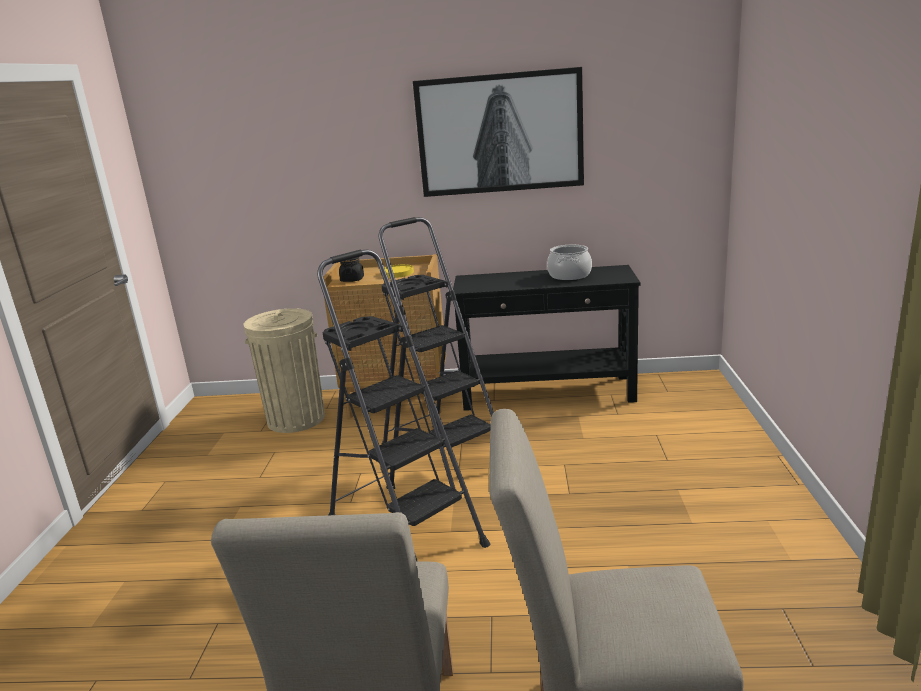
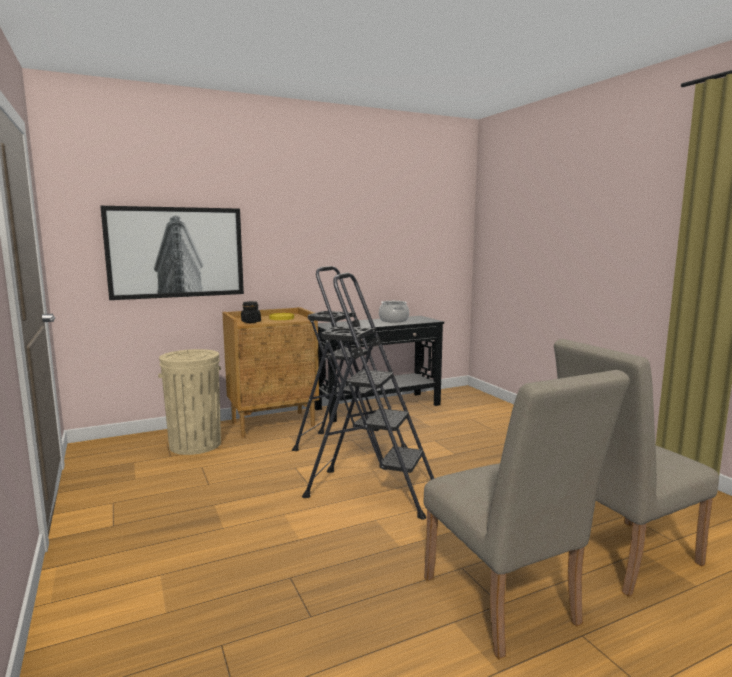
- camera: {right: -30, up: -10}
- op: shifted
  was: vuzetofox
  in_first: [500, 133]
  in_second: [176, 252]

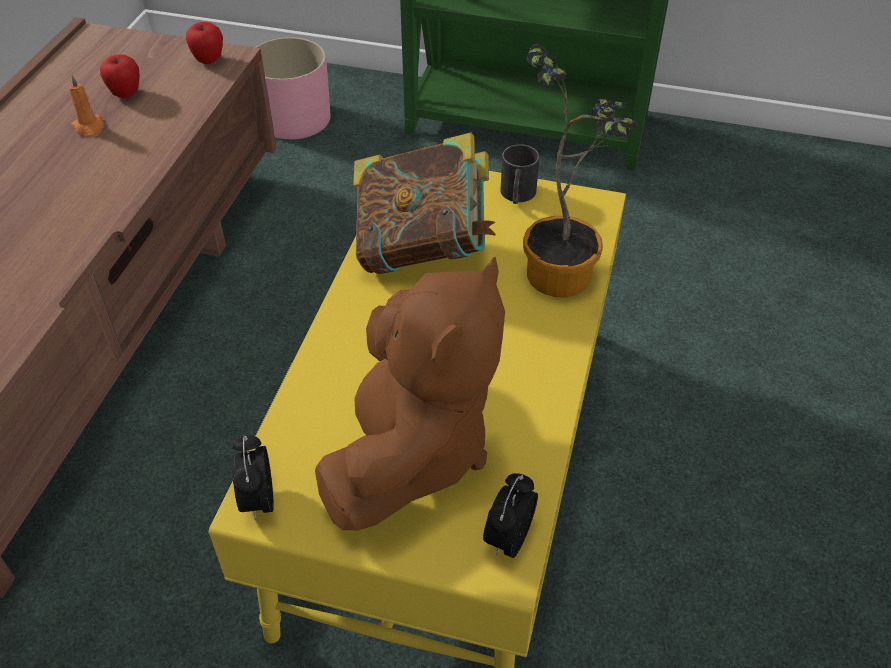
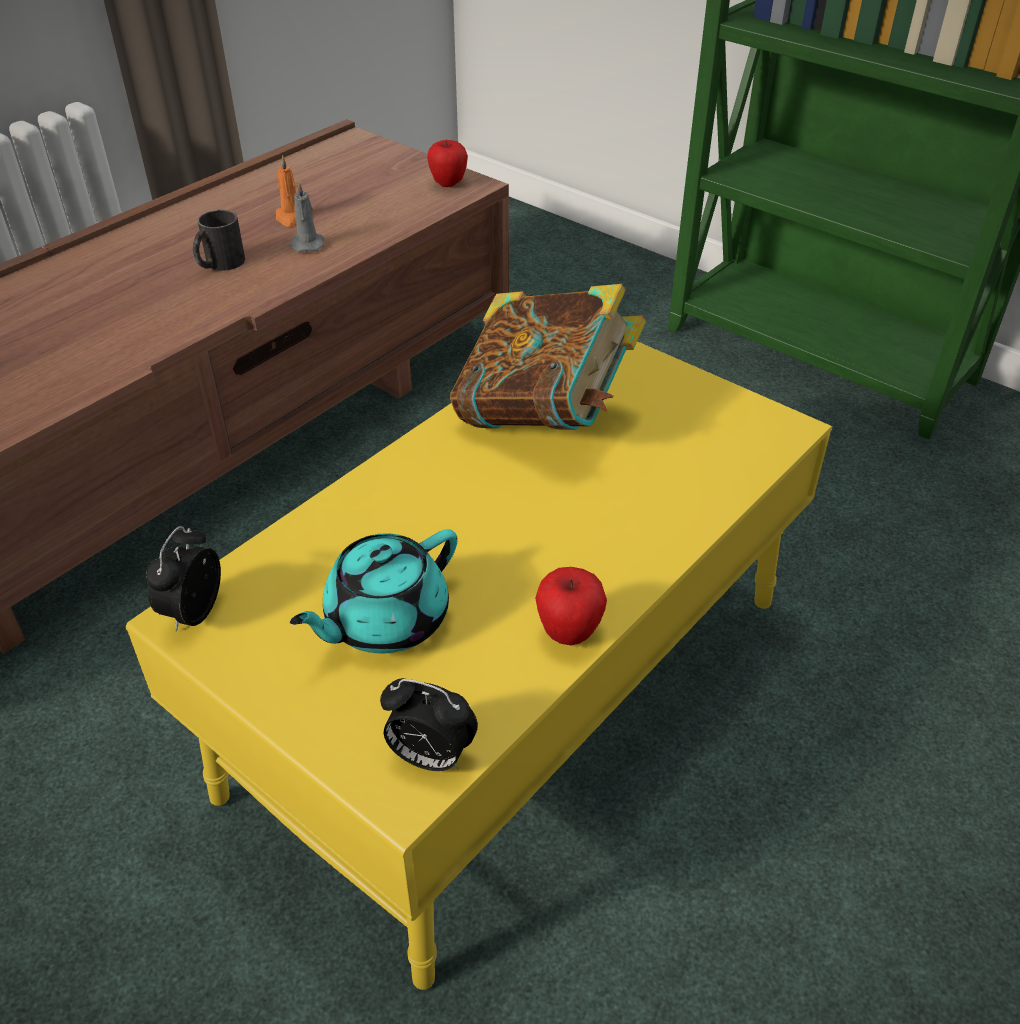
- camera: {right: 25, up: -5}
- op: gone
  was: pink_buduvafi
  in_first: [293, 118]
- op: gone
  was: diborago
  in_first: [565, 270]
- op: shifted
  was: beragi
  in_first: [126, 94]
  in_second: [569, 632]
- op: shifted
  was: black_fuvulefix
  in_first: [517, 195]
  in_second: [219, 264]
- op: swapped
  was: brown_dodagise
  now: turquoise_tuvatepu
  in_first: [410, 451]
  in_second: [384, 620]
- op: rotated
  was: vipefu
  in_first: [508, 538]
  in_second: [429, 757]
  clockwise: -120
- op: new
  now: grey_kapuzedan
  in_second: [308, 244]

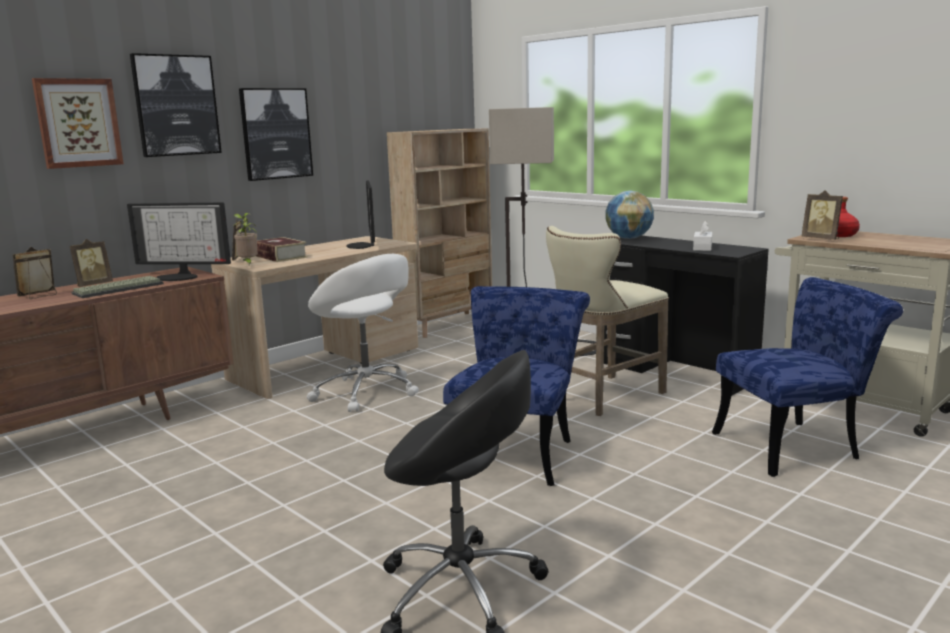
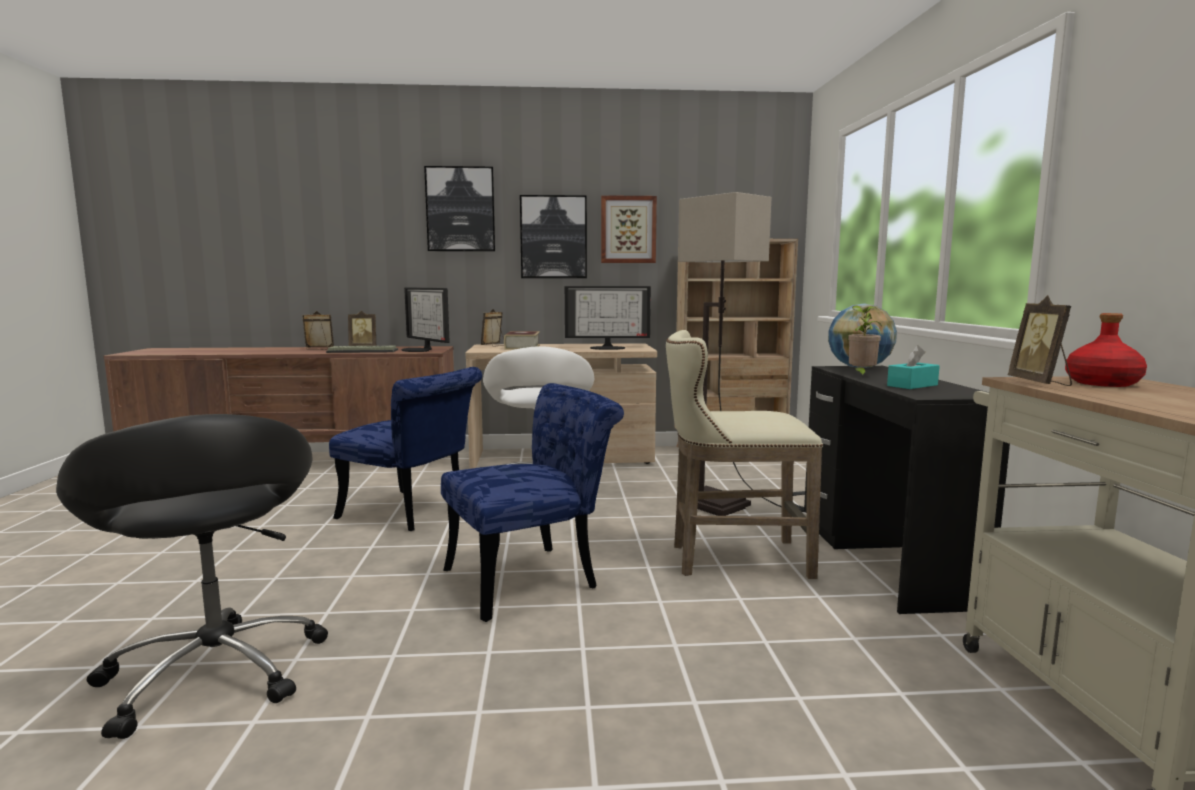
- camera: {right: 40, up: -5}
- op: shifted
  was: vuzetofox
  in_first: [78, 123]
  in_second: [628, 229]
- op: rotated
  was: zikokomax
  in_first: [363, 245]
  in_second: [608, 348]
  clockwise: -120
- op: shifted
  was: diborago
  in_first: [248, 263]
  in_second: [861, 375]
- op: repainted
  was: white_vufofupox
  now: turquoise_vufofupox
  in_first: [702, 248]
  in_second: [912, 385]
- op: shifted
  was: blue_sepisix
  in_first: [796, 446]
  in_second: [413, 513]

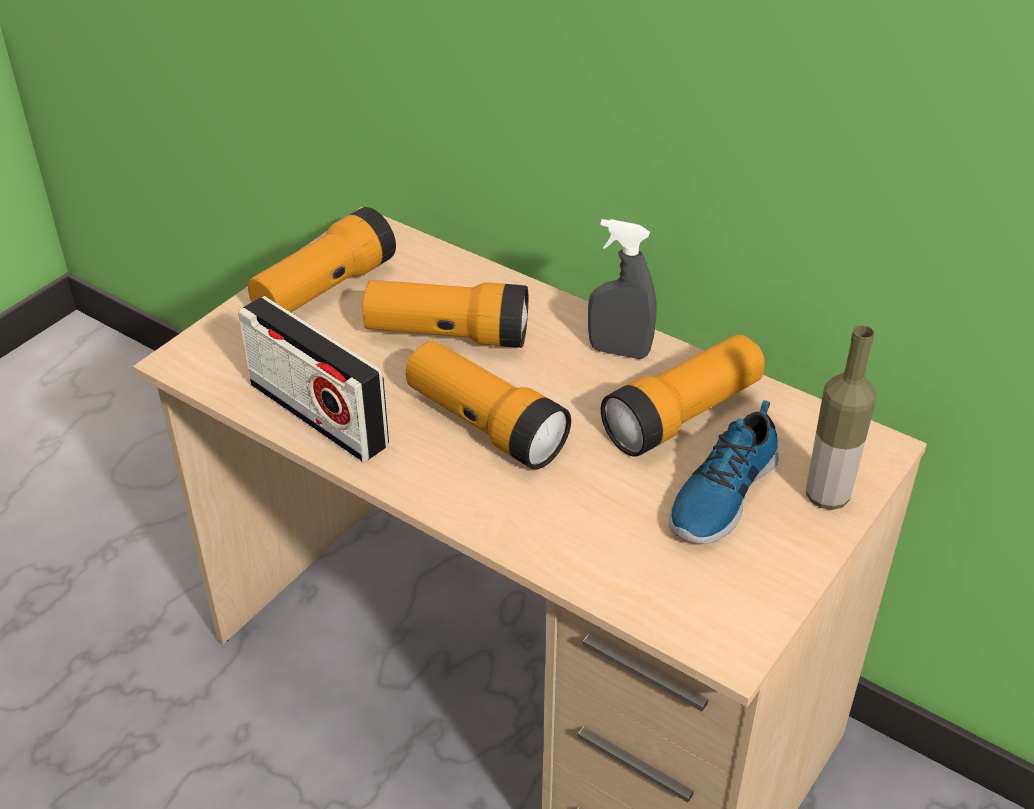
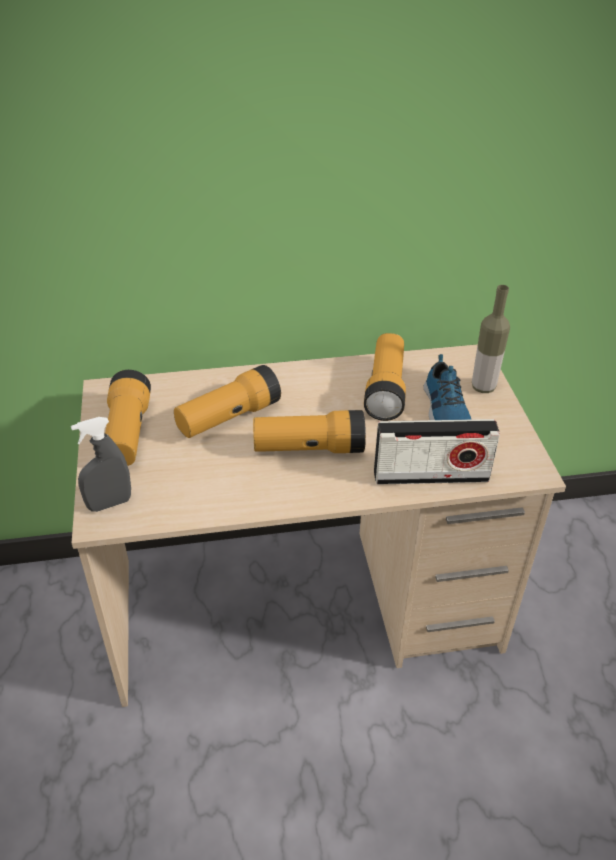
- camera: {right: -45, up: 0}
- op: shifted
  was: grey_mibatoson
  in_first: [619, 351]
  in_second: [109, 504]
- op: shifted
  was: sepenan
  in_first: [318, 415]
  in_second: [431, 475]

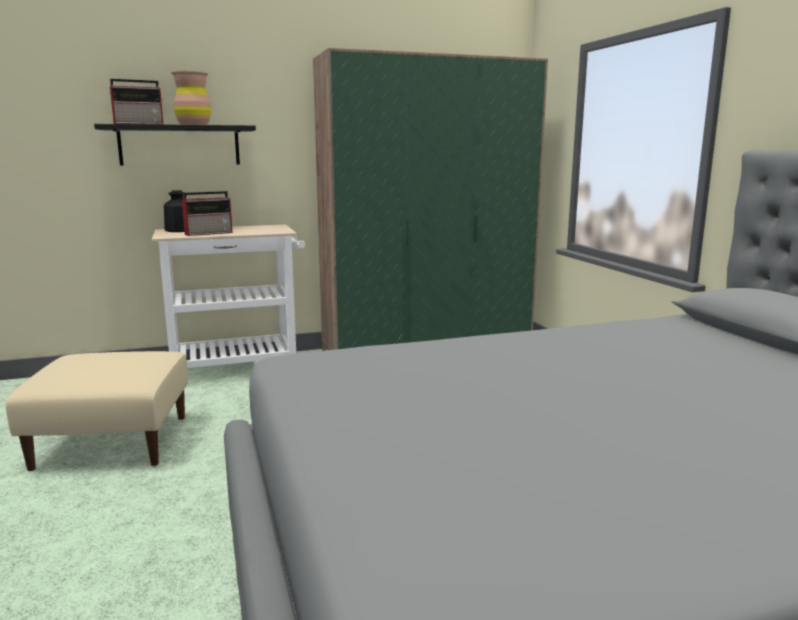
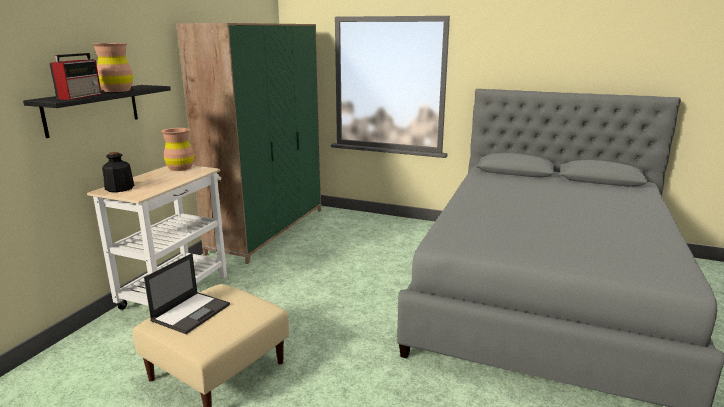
- camera: {right: -50, up: 5}
- op: gone
  was: sepenan
  in_first: [209, 233]
- op: new
  now: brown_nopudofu
  in_second: [180, 168]
- op: new
  now: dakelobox
  in_second: [191, 312]

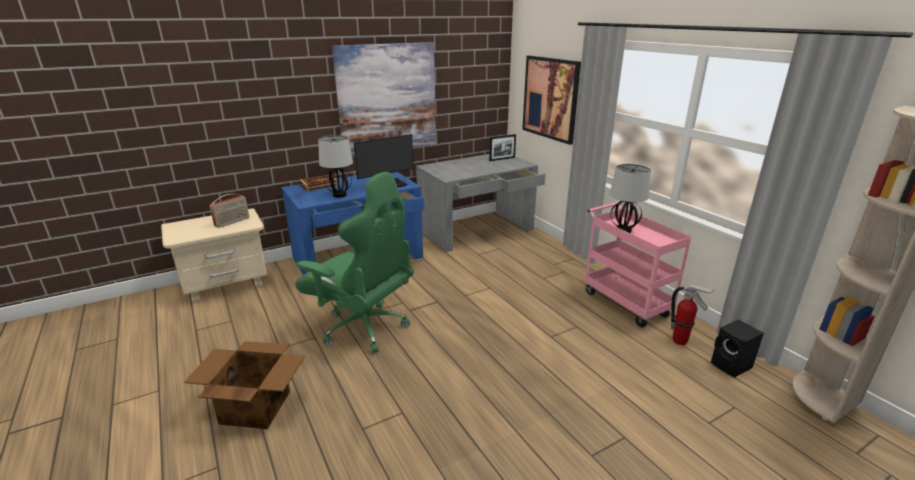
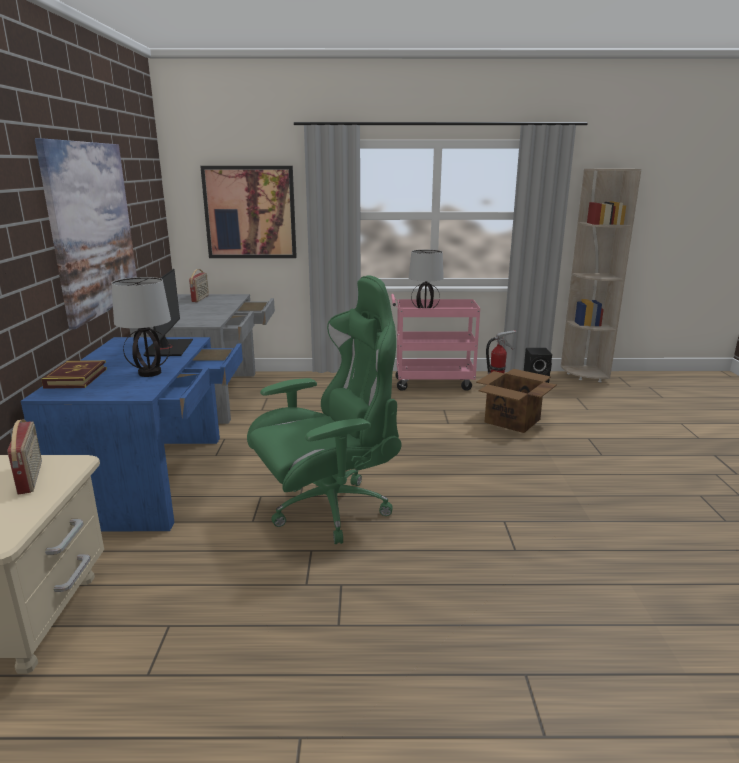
- camera: {right: -60, up: -5}
- op: swapped
  was: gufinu
  now: sepenan
  in_first: [502, 159]
  in_second: [200, 298]
- op: shifted
  was: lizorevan
  in_first: [255, 407]
  in_second: [511, 421]

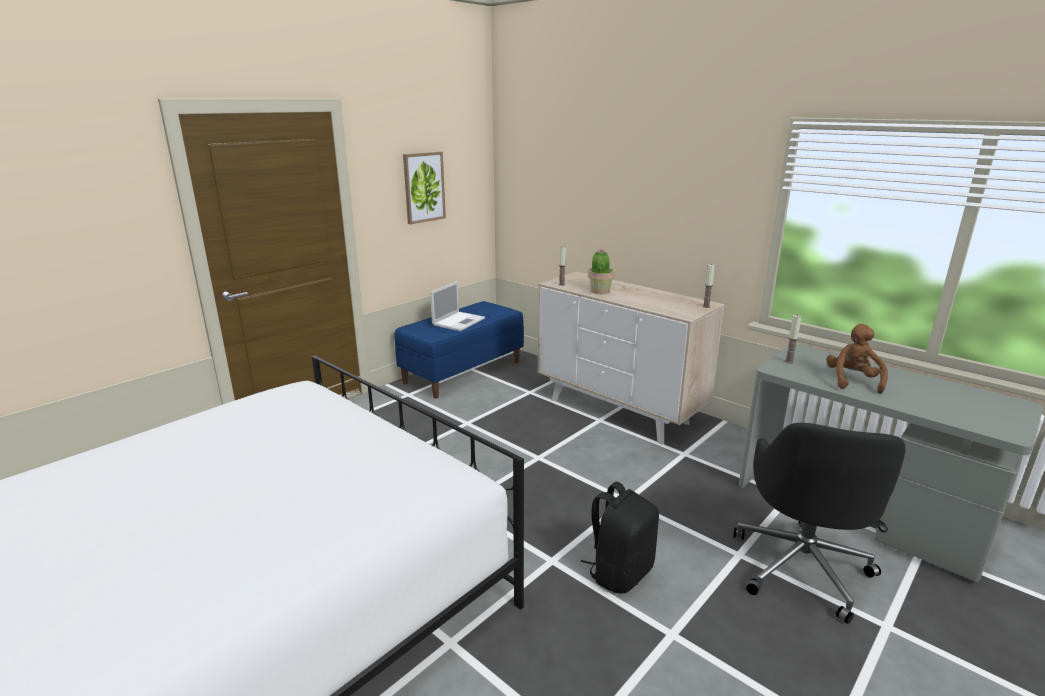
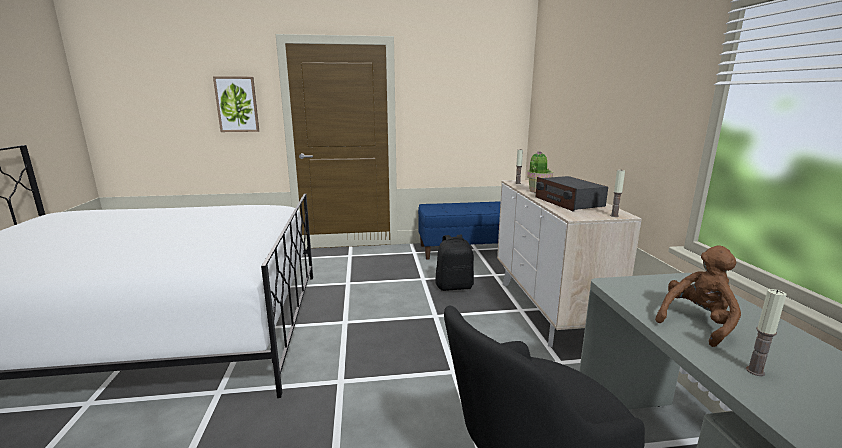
- camera: {right: 40, up: -5}
- op: shifted
  was: vuzetofox
  in_first: [424, 187]
  in_second: [237, 104]
- op: gone
  was: dakelobox
  in_first: [459, 321]
- op: shifted
  was: kapuzedan
  in_first: [789, 362]
  in_second: [755, 371]
- op: shifted
  was: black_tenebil
  in_first: [620, 572]
  in_second: [454, 286]
- op: new
  now: sepenan
  in_second: [568, 202]

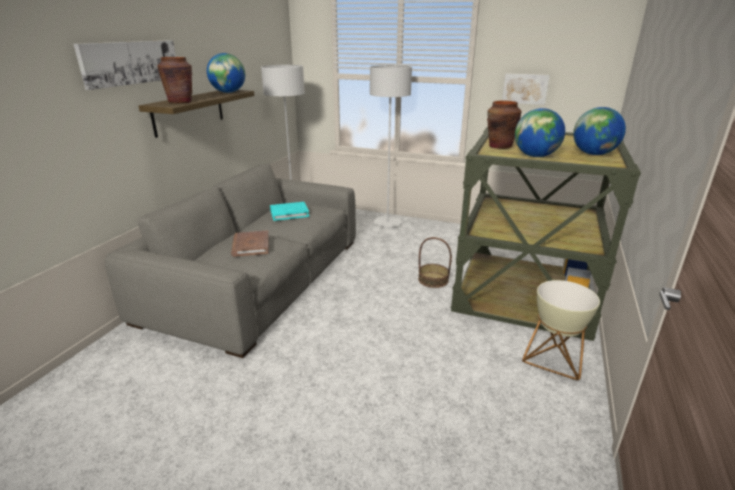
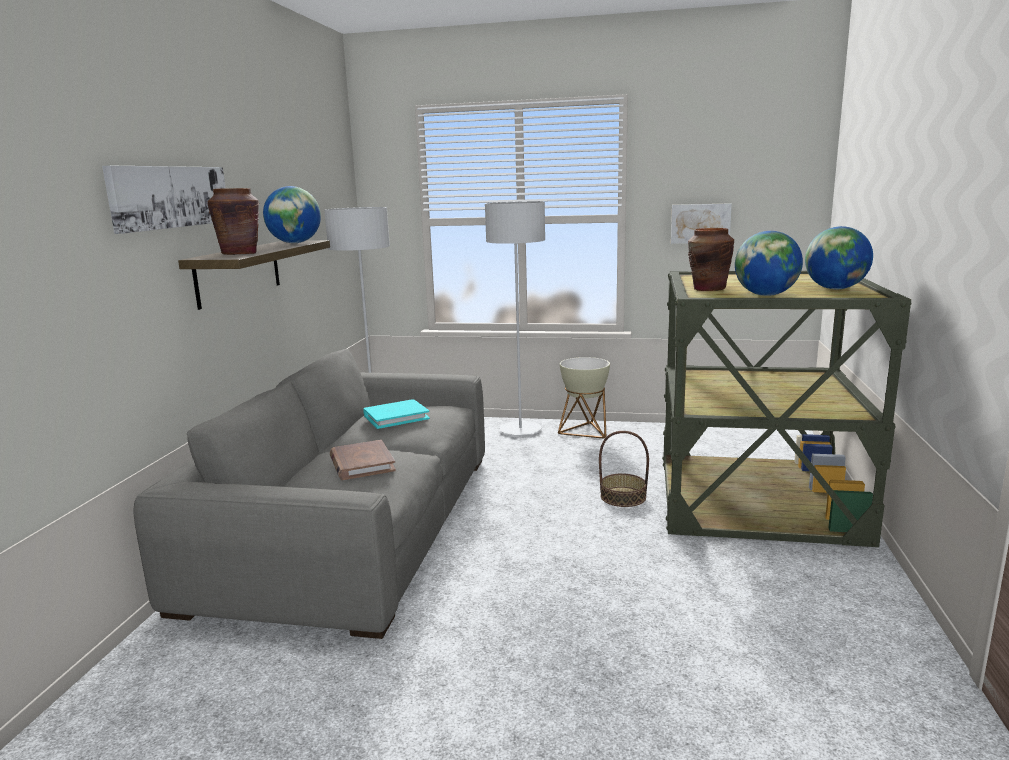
- camera: {right: -10, up: -10}
- op: shifted
  was: buduvafi
  in_first: [553, 361]
  in_second: [585, 431]

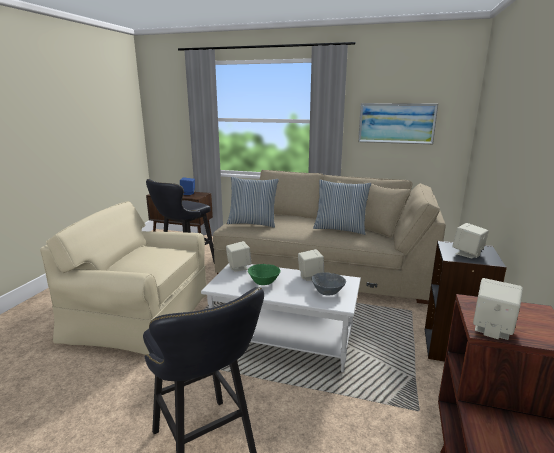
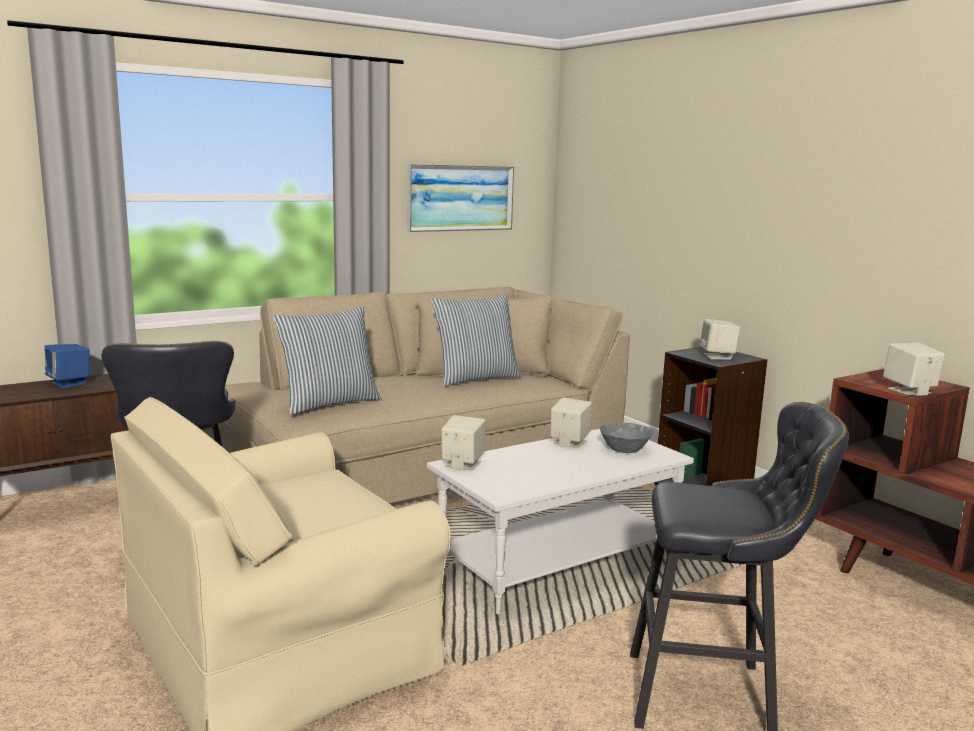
- camera: {right: -50, up: -5}
- op: gone
  was: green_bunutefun
  in_first: [264, 282]

